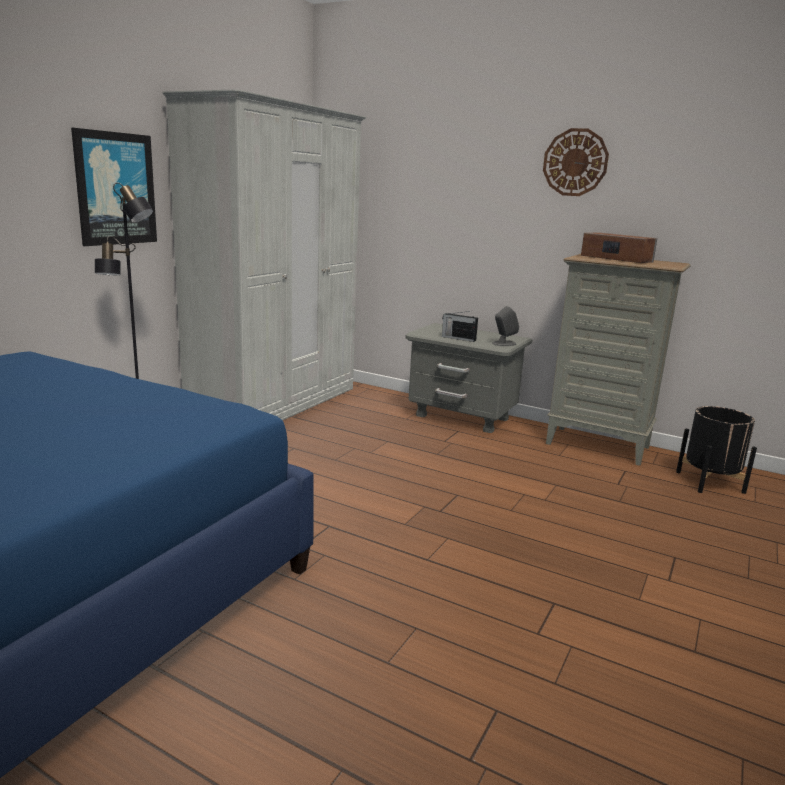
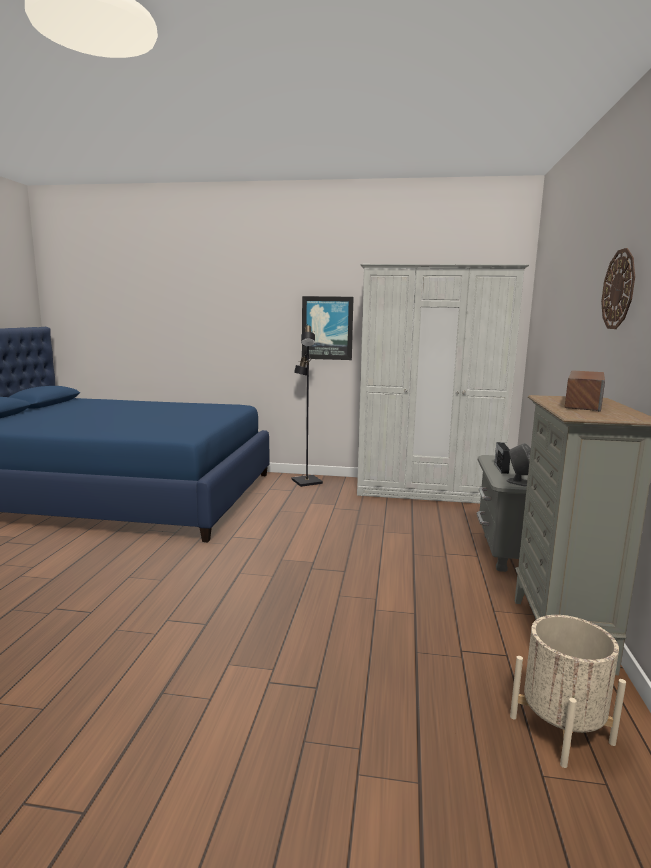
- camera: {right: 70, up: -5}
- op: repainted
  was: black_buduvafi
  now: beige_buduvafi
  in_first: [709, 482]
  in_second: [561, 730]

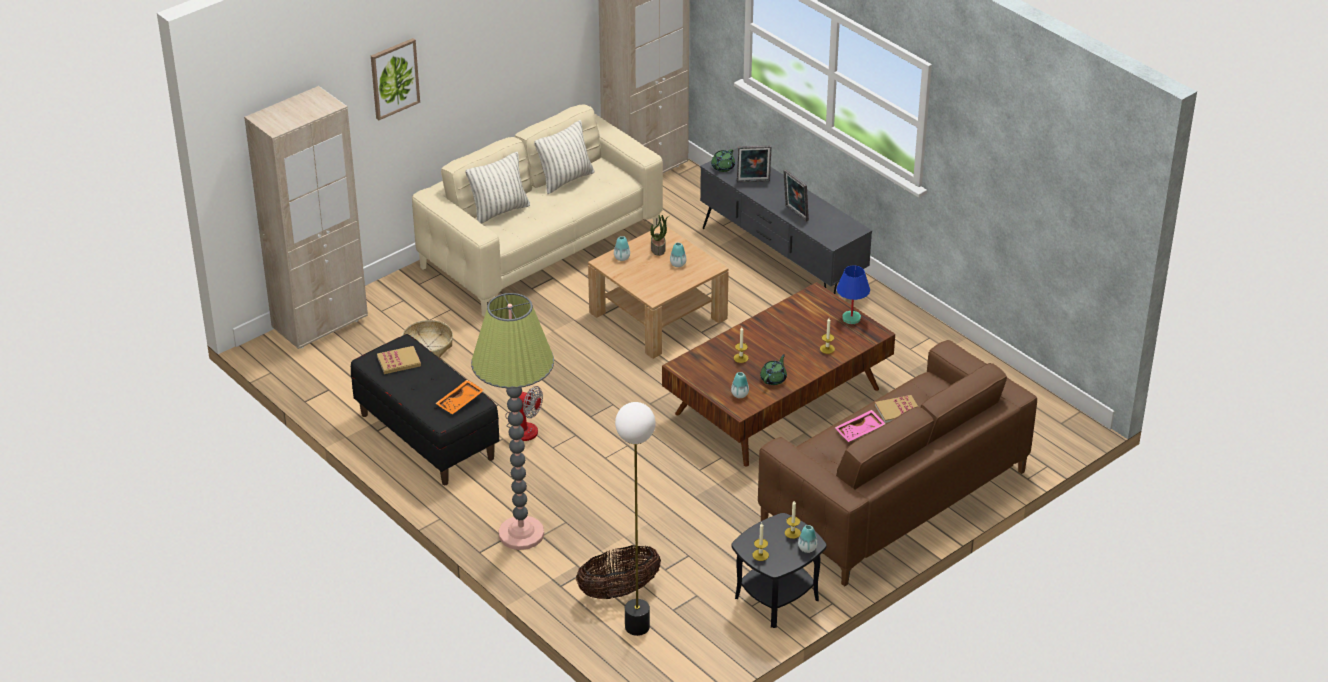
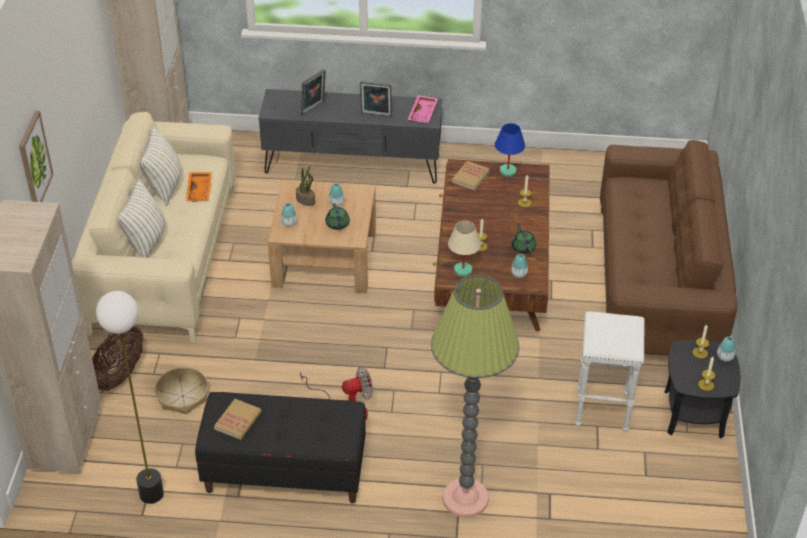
- camera: {right: -45, up: 5}
- op: shifted
  was: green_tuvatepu
  in_first: [722, 167]
  in_second: [337, 224]
- op: shifted
  was: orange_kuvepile
  in_first: [460, 402]
  in_second: [200, 191]
- op: shifted
  was: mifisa
  in_first: [897, 411]
  in_second: [470, 177]
- op: shifted
  was: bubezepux
  in_first: [637, 626]
  in_second: [152, 493]
- op: shifted
  was: pink_kuvepile
  in_first: [860, 431]
  in_second: [423, 113]
- op: shifted
  was: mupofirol
  in_first: [618, 591]
  in_second: [119, 374]
- op: new
  now: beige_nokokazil
  in_second: [463, 270]
- op: new
  now: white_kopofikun
  in_second: [603, 410]

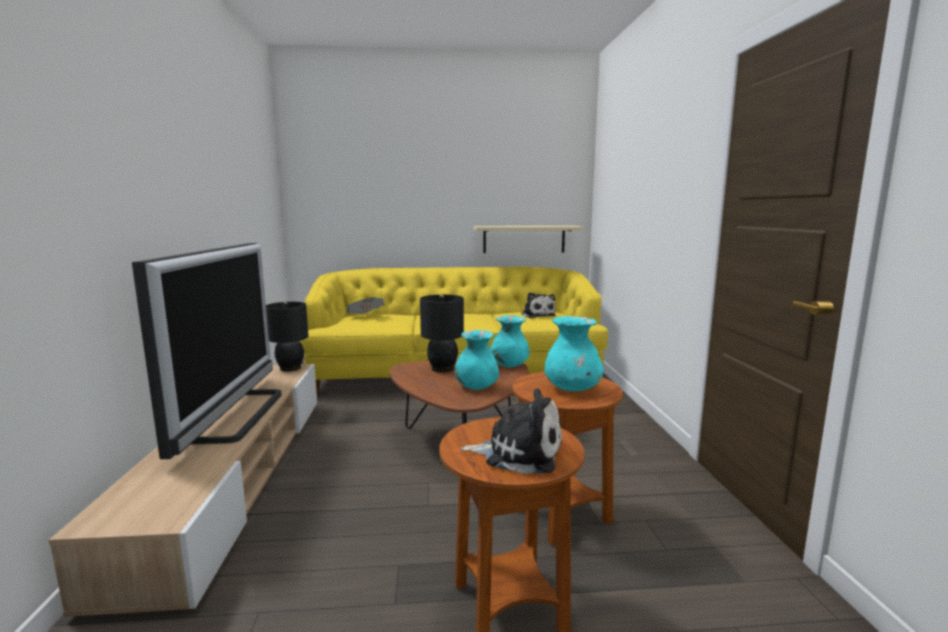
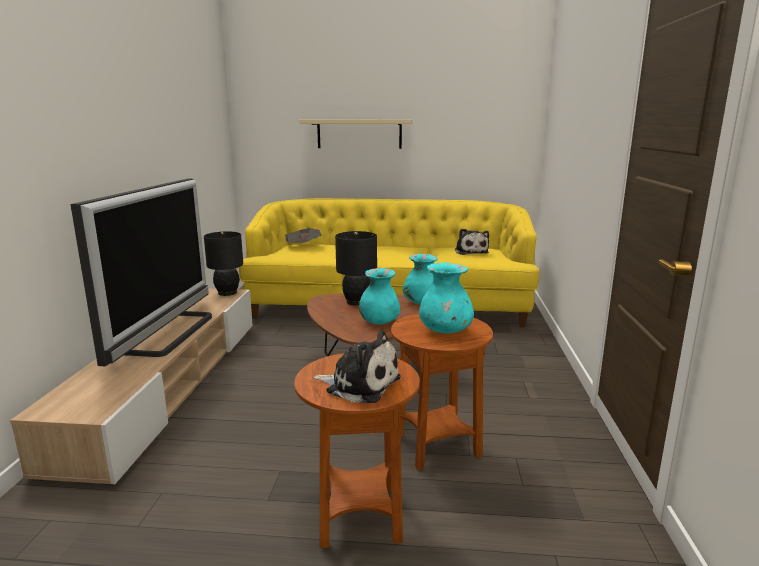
- camera: {right: 10, up: 5}
- op: shifted
  was: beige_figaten
  in_first: [524, 239]
  in_second: [359, 134]

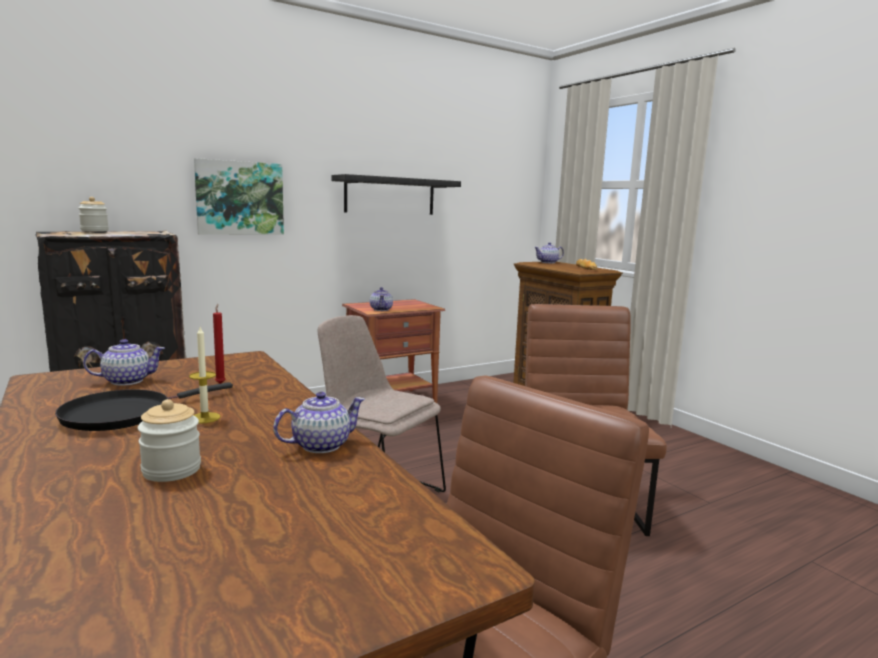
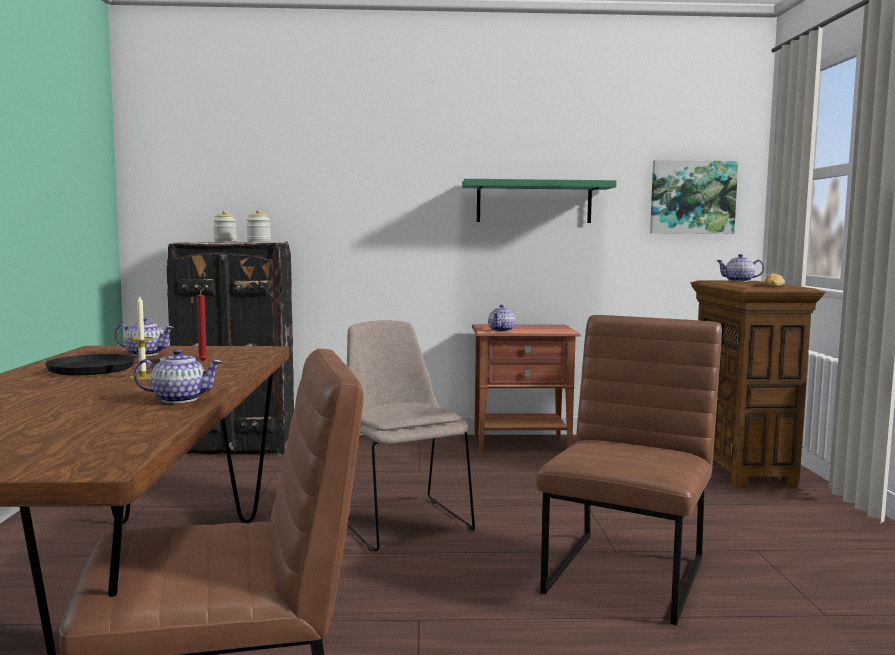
- camera: {right: 30, up: -5}
- op: shifted
  was: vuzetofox
  in_first: [240, 198]
  in_second: [692, 197]
- op: repainted
  was: black_figaten
  now: green_figaten
  in_first: [390, 196]
  in_second: [534, 202]
- op: shifted
  was: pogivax
  in_first: [171, 470]
  in_second: [259, 241]

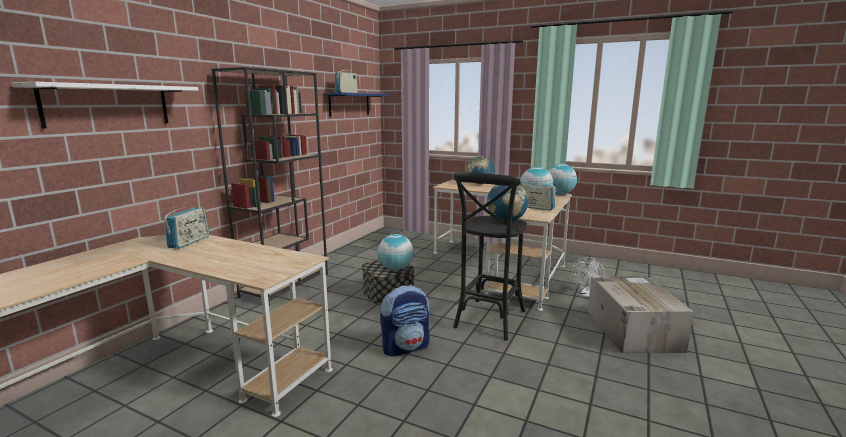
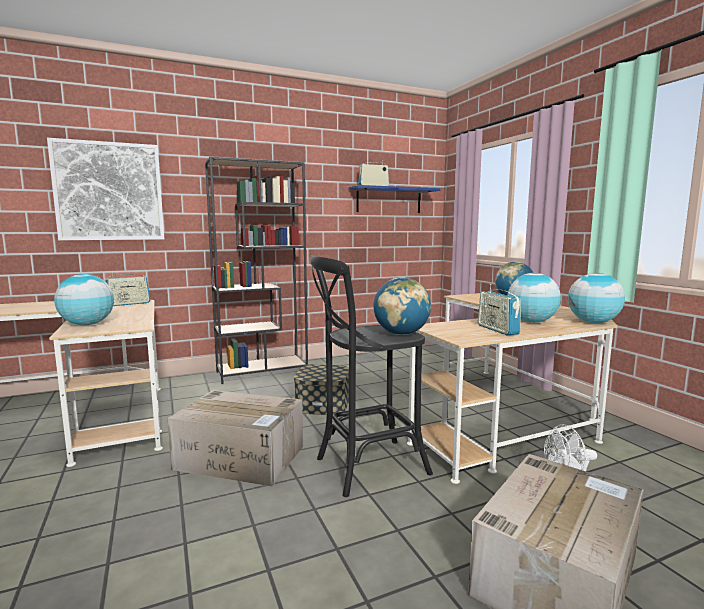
- camera: {right: 40, up: -5}
- op: swapped
  was: white_figaten
  now: vuzetofox
  in_first: [108, 105]
  in_second: [109, 191]
- op: shifted
  was: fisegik
  in_first: [396, 268]
  in_second: [87, 324]
- op: swapped
  was: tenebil
  now: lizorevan
  in_first: [406, 347]
  in_second: [242, 457]

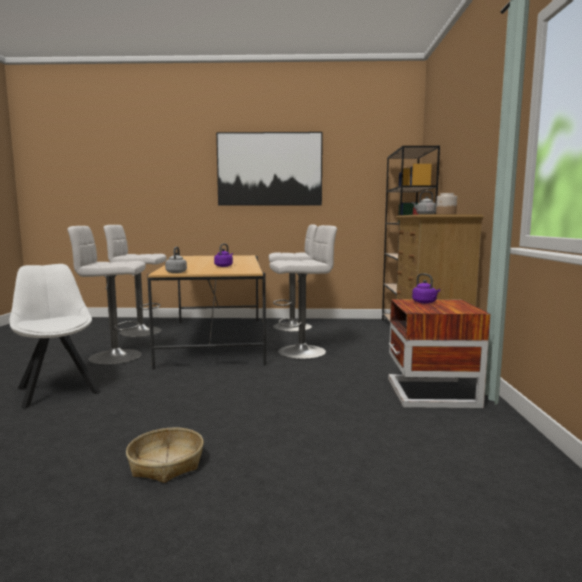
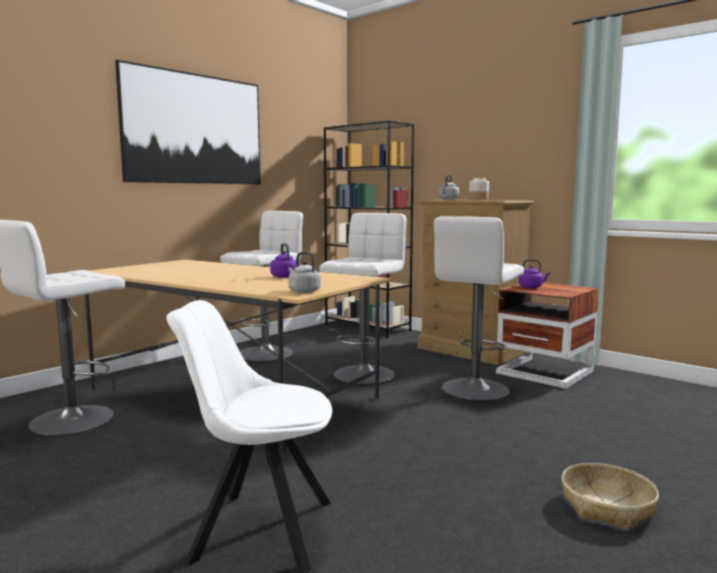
- camera: {right: -50, up: 0}
- op: shifted
  was: white_kopofikun
  in_first: [115, 356]
  in_second: [474, 389]

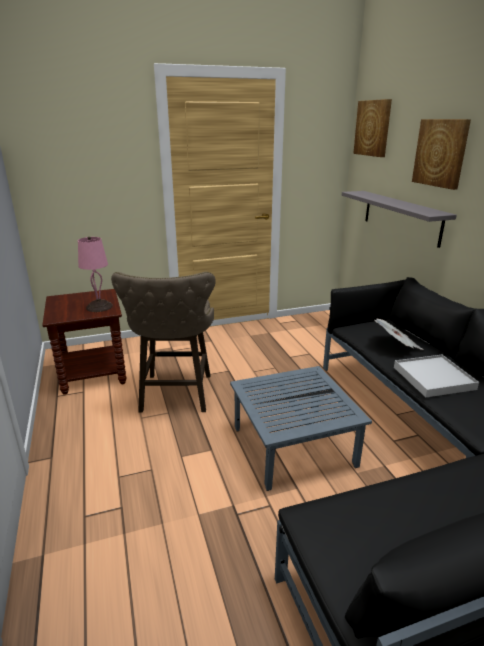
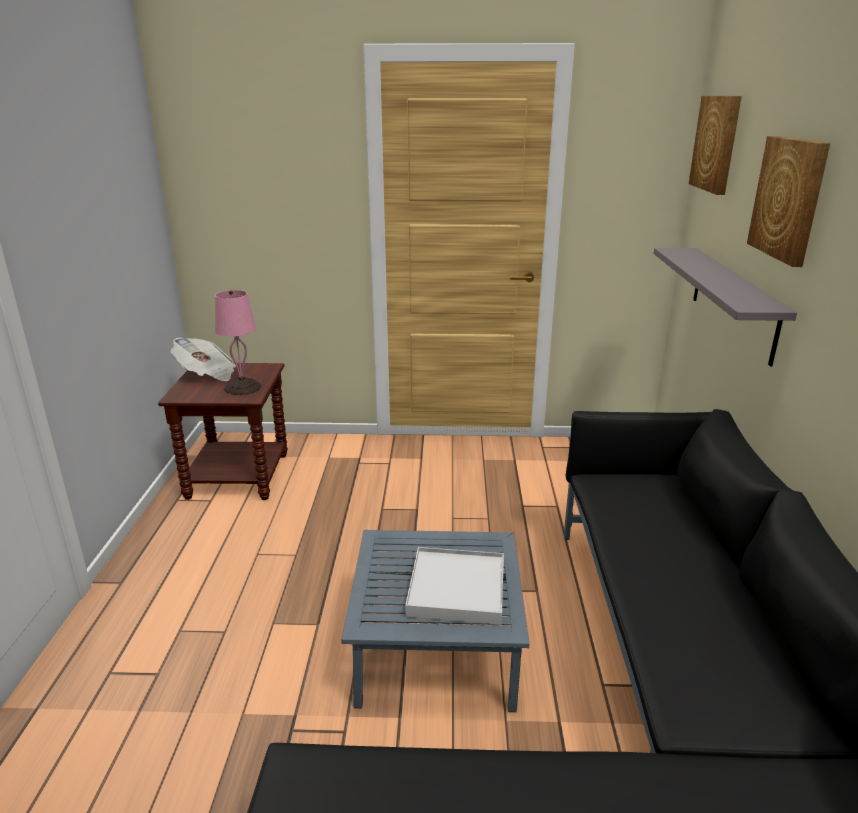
- camera: {right: 20, up: 0}
- op: gone
  was: beige_kopofikun
  in_first: [175, 395]
- op: shifted
  was: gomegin
  in_first: [396, 346]
  in_second: [207, 374]
- op: shifted
  was: white_kuvepile
  in_first: [433, 378]
  in_second: [456, 589]

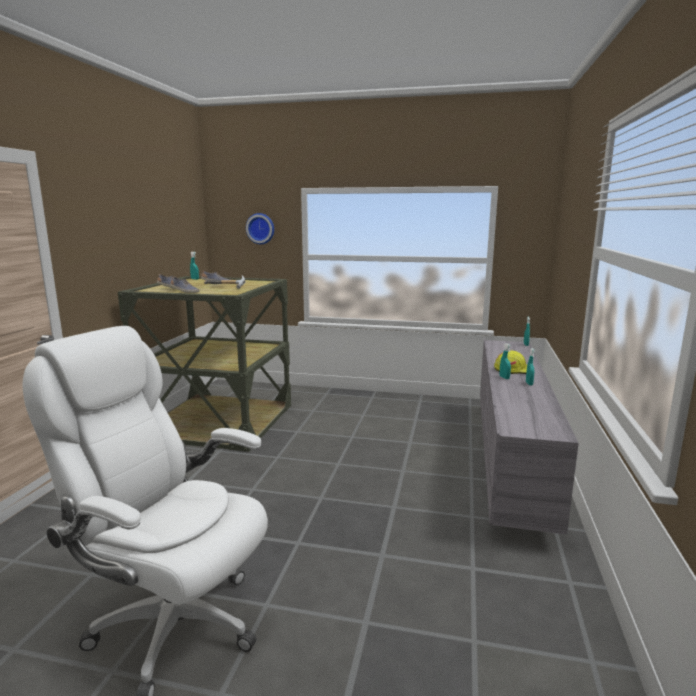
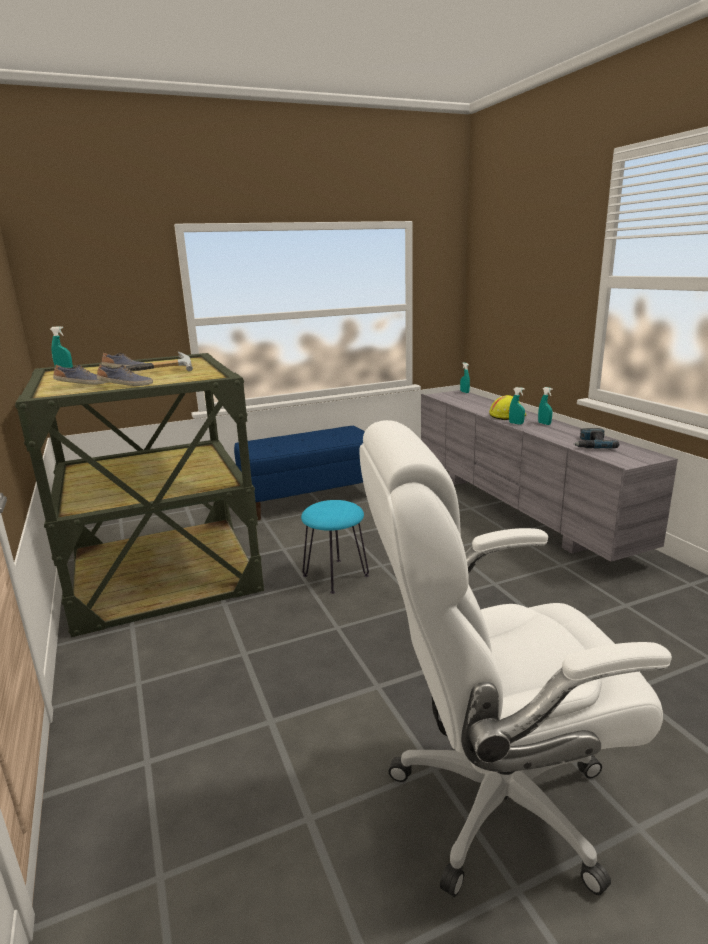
- camera: {right: -35, up: 5}
- op: gone
  was: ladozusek
  in_first: [261, 228]
- op: new
  now: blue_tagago
  in_second: [310, 498]
- op: new
  now: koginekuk
  in_second: [591, 444]
- op: new
  now: turquoise_kopofikun
  in_second: [336, 576]

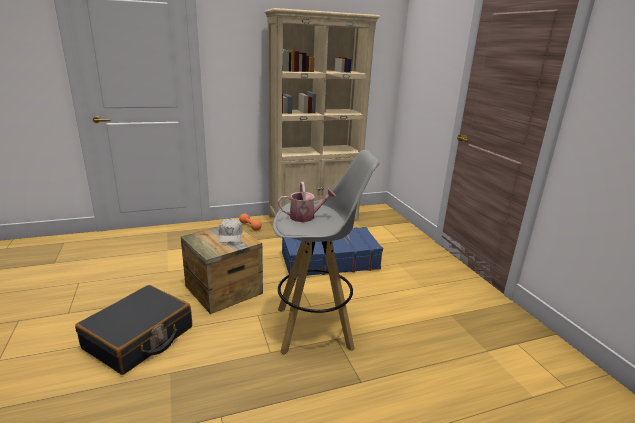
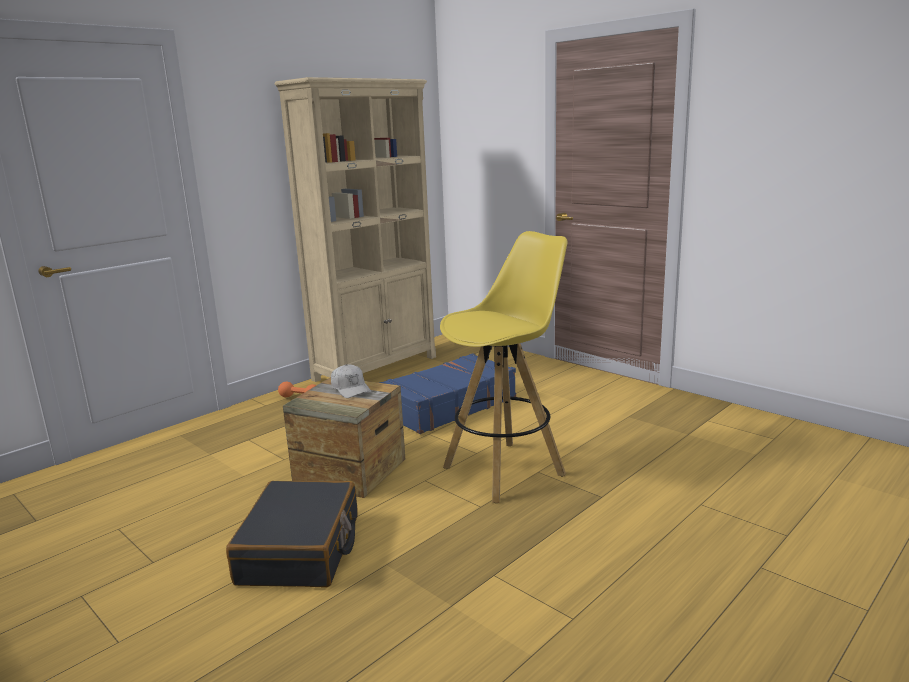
- camera: {right: -25, up: -5}
- op: repainted
  was: grey_kopofikun
  now: yellow_kopofikun
  in_first: [316, 328]
  in_second: [506, 470]
- op: gone
  was: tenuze
  in_first: [306, 217]

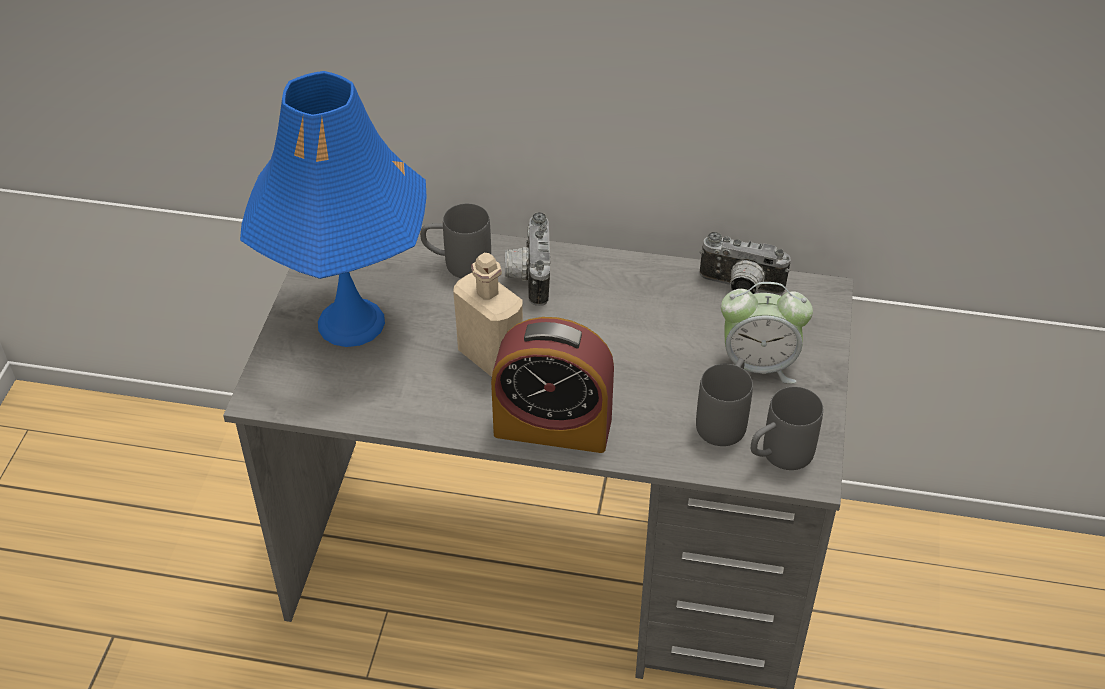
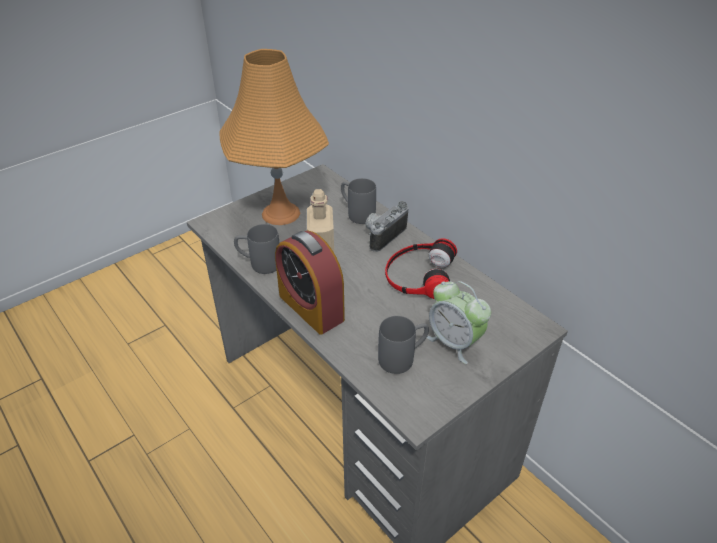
- camera: {right: 40, up: -5}
- op: repainted
  was: blue_nokokazil
  now: orange_nokokazil
  in_first: [351, 322]
  in_second: [281, 213]
- op: gone
  was: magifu
  in_first: [739, 288]
- op: shifted
  was: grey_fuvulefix
  in_first: [778, 456]
  in_second: [259, 264]
- op: new
  now: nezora
  in_second: [419, 274]

